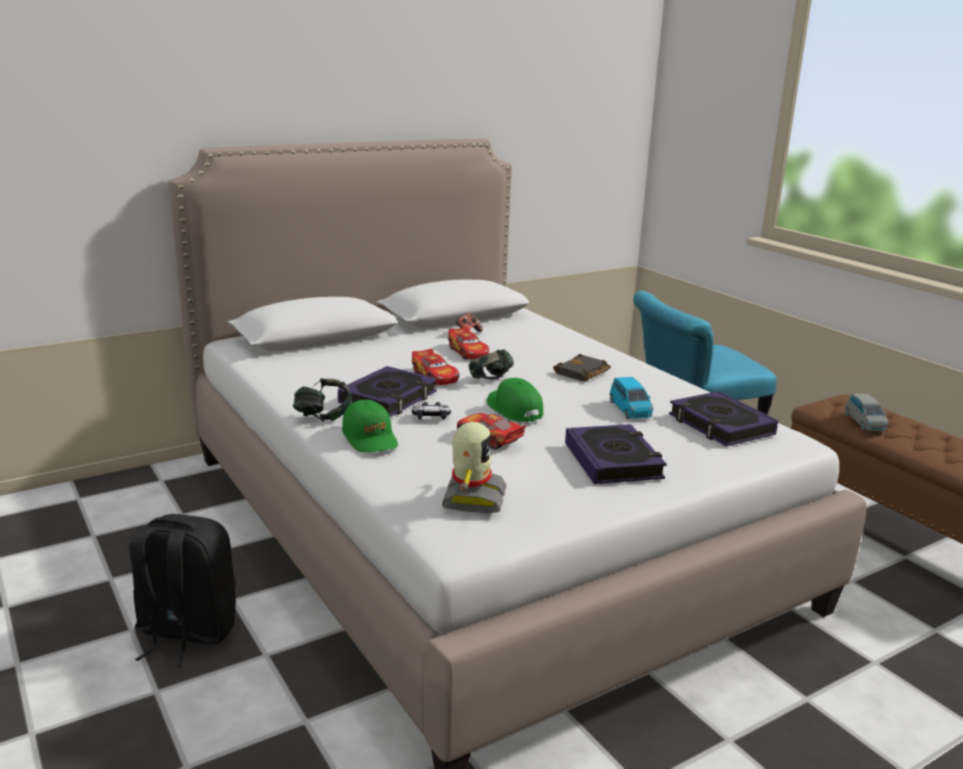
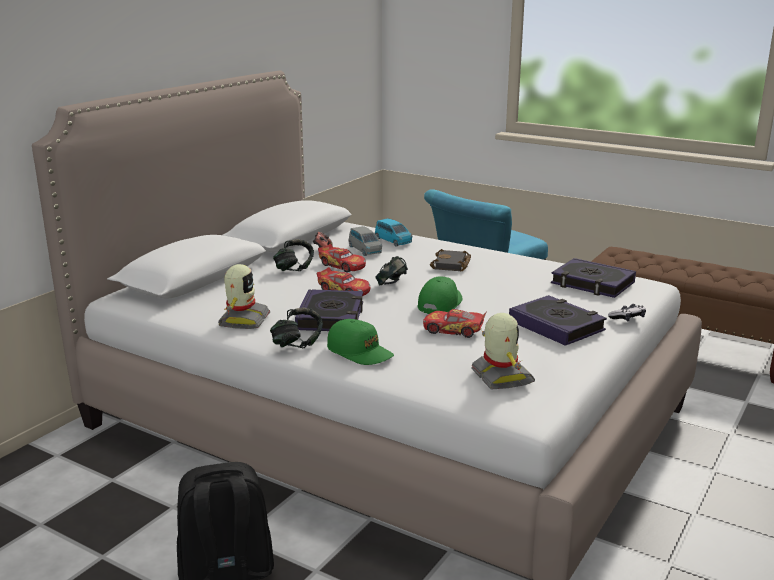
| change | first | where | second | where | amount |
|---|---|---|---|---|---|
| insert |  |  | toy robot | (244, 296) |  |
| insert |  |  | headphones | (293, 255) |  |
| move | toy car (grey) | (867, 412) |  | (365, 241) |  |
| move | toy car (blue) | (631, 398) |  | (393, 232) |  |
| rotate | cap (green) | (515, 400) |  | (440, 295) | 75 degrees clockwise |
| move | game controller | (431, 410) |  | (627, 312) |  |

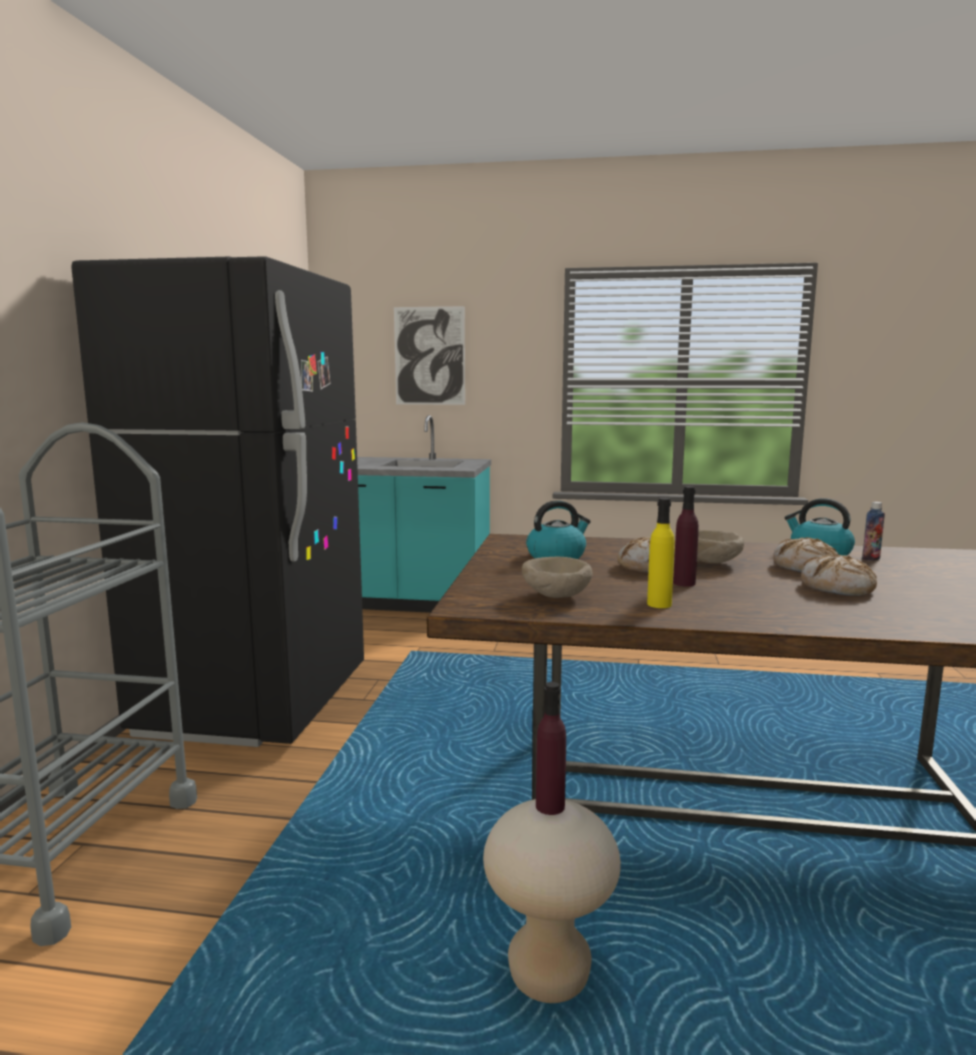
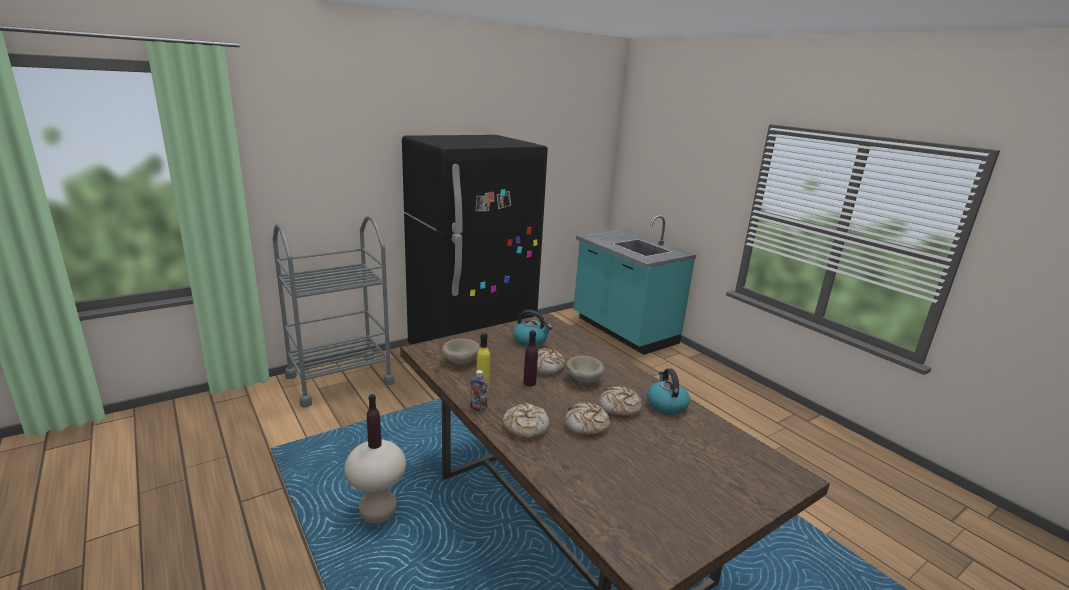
| change | first | where | second | where | amount |
|---|---|---|---|---|---|
| move | bottle | (873, 531) |  | (479, 390) |  |
| insert |  |  | bread | (526, 420) |  |
| delete | picture | (429, 355) |  |  |  |

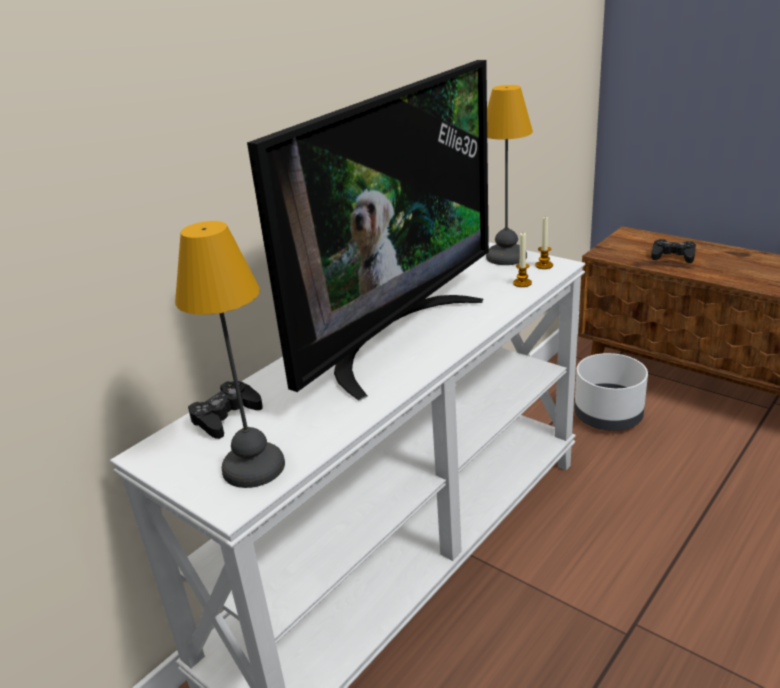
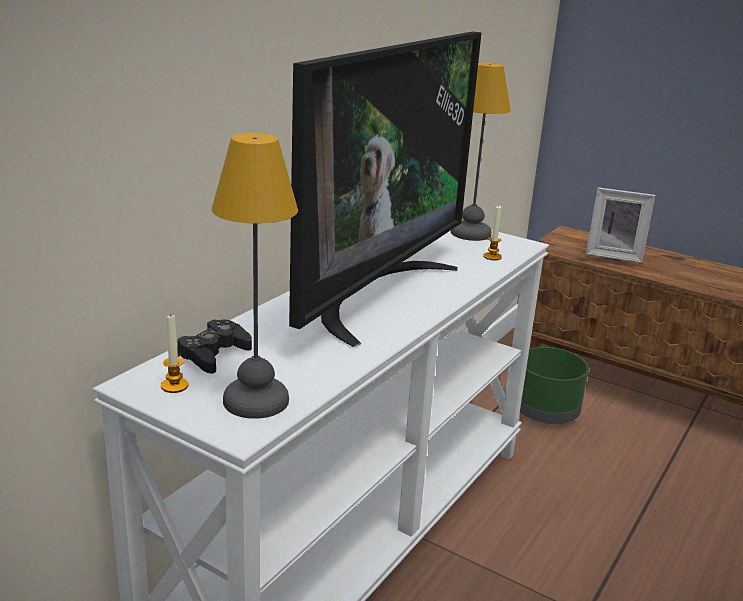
| change | first | where | second | where | amount |
|---|---|---|---|---|---|
| move | candle | (544, 242) |  | (175, 354) |  |
| recolor | planter (white) | (611, 392) | planter (green) | (554, 385) |  |
| replace | game controller (black) | (673, 251) | picture frame | (620, 225) |  |

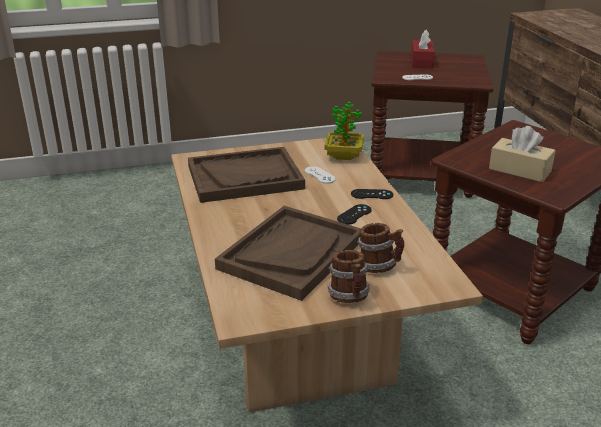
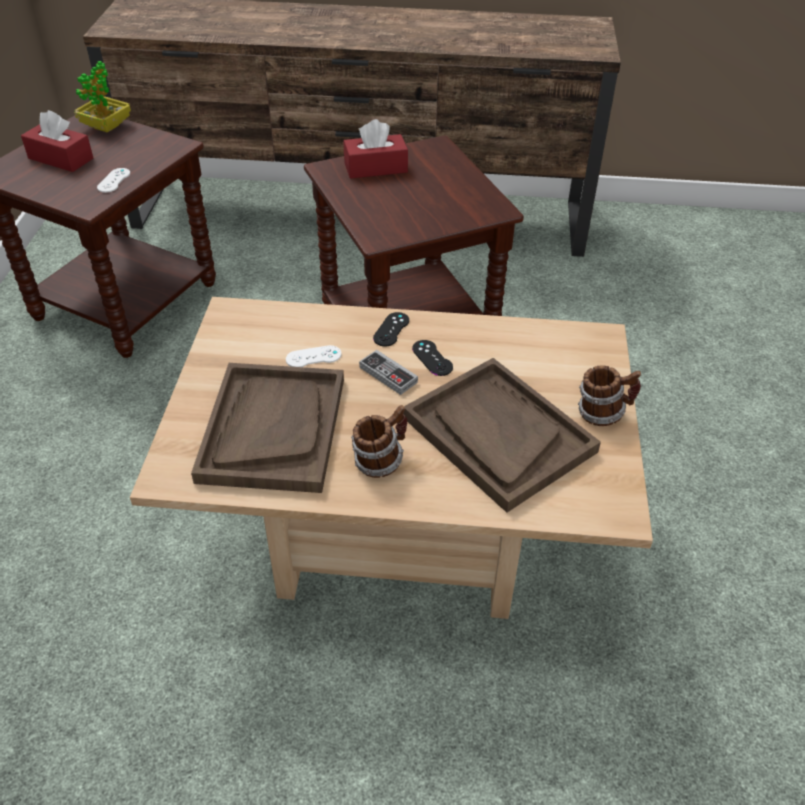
| change | first | where | second | where | amount |
|---|---|---|---|---|---|
| move | potted plant | (344, 131) |  | (102, 97) |  |
| insert |  |  | tissue box (red) | (376, 149) |  |
| move | mug | (380, 248) |  | (379, 441) |  |
| insert |  |  | game controller | (388, 372) |  |
| delete | tissue box (beige) | (522, 154) |  |  |  |

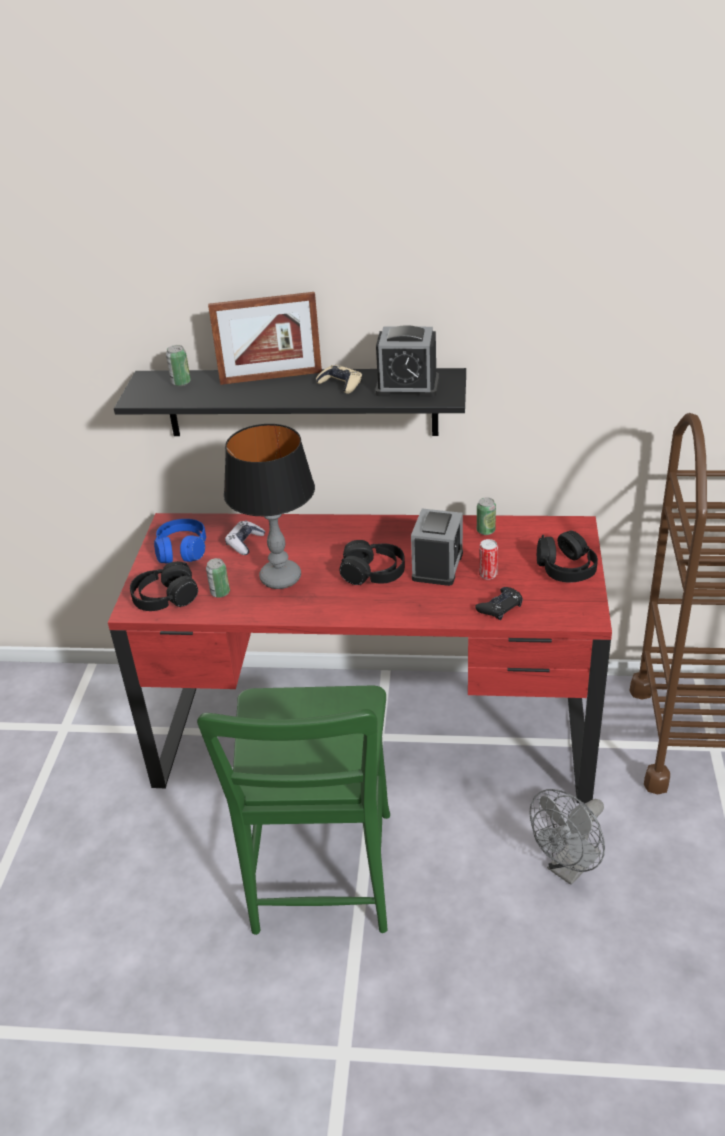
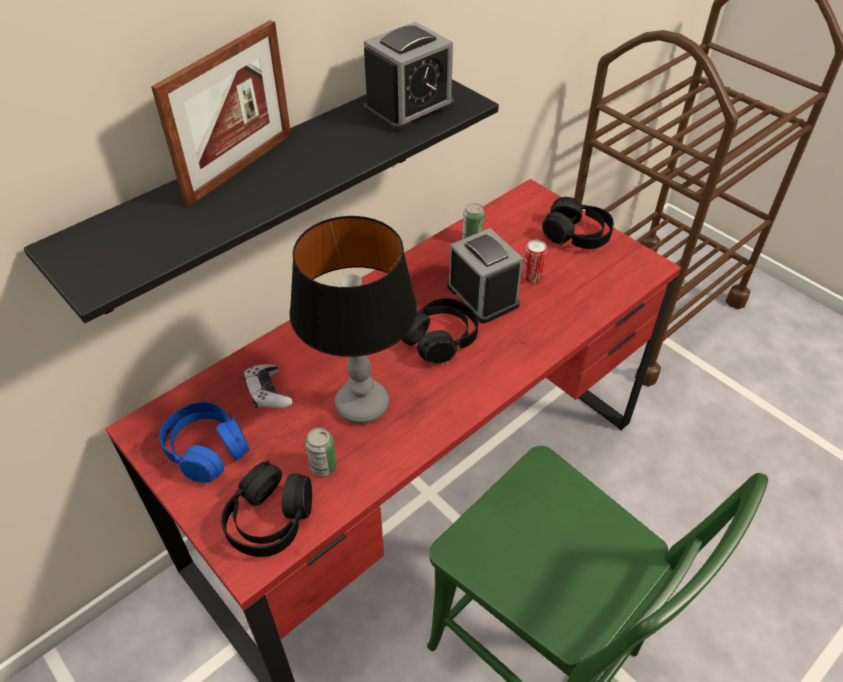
| change | first | where | second | where | amount |
|---|---|---|---|---|---|
| delete | can | (178, 365) |  |  |  |
| delete | game controller (beige) | (339, 379) |  |  |  |
| delete | game controller (black) | (499, 603) |  |  |  |
| delete | fan (grey) | (567, 837) |  |  |  |

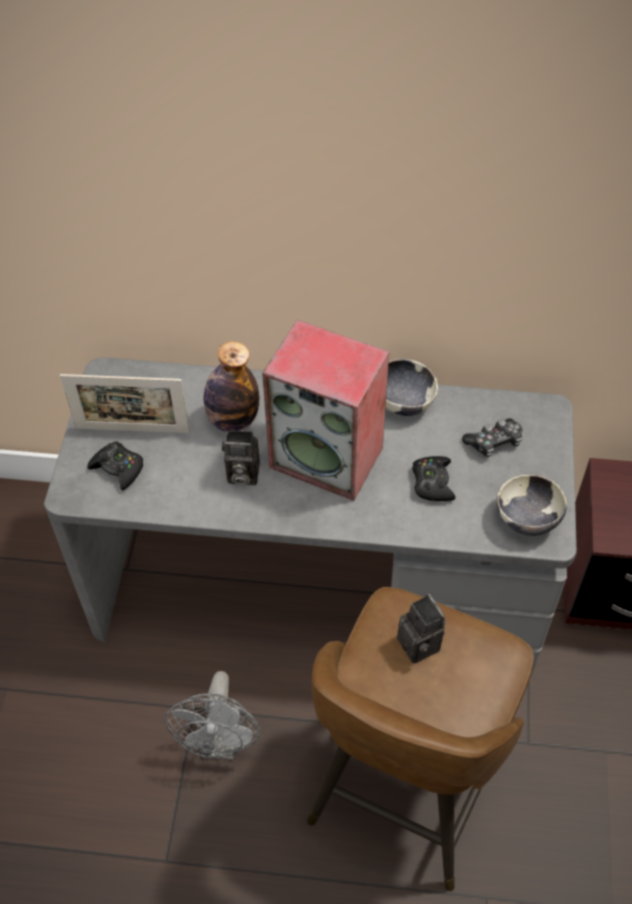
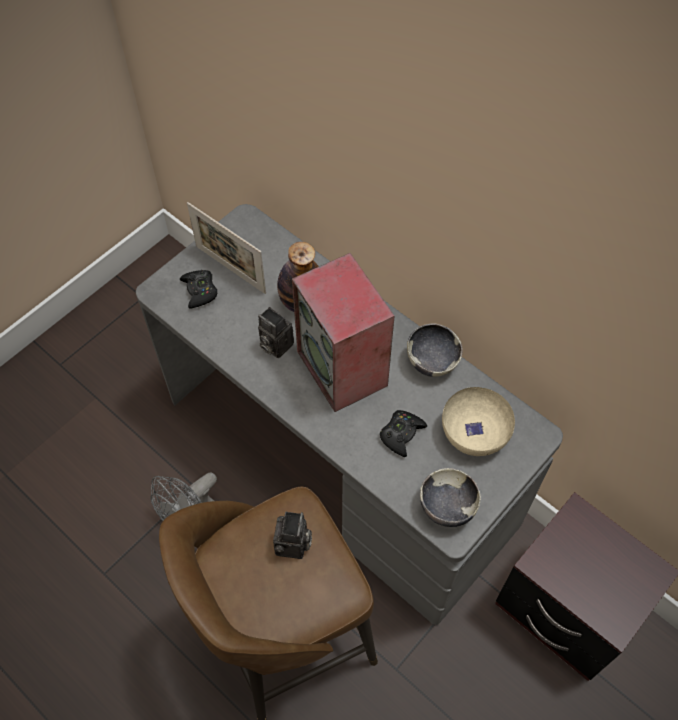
| change | first | where | second | where | amount |
|---|---|---|---|---|---|
| replace | game controller | (492, 437) | bowl (beige) | (478, 421) |  |

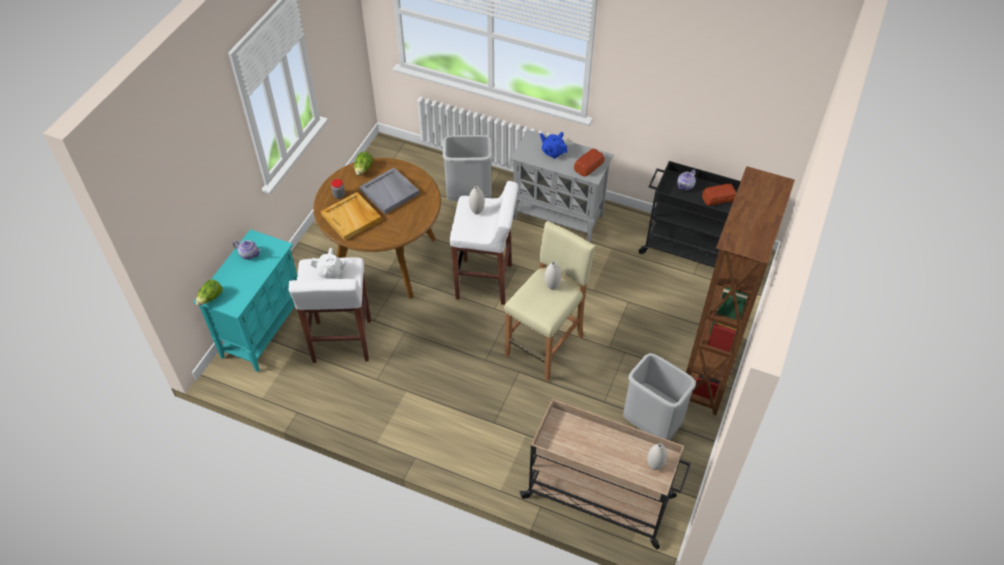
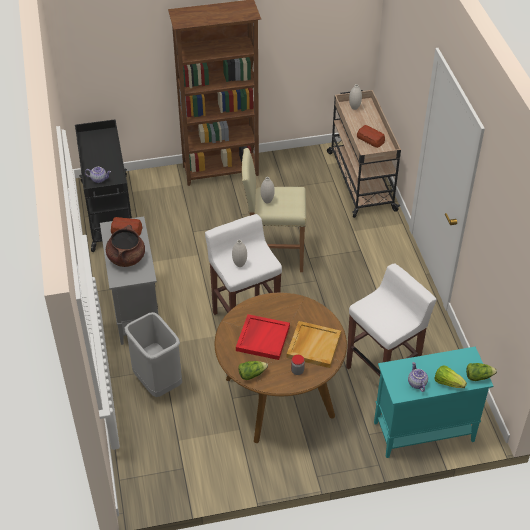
| change | first | where | second | where | amount |
|---|---|---|---|---|---|
| replace | teapot (blue) | (554, 145) | cooking pot (brown) | (125, 246) |  |
| recolor | tray (grey) | (389, 190) | tray (red) | (263, 337) |  |
| move | bread | (719, 195) |  | (371, 136) |  |
| insert |  |  | lettuce | (451, 376) |  |
| delete | teapot (white) | (329, 263) |  |  |  |
| delete | trash can (grey) | (659, 396) |  |  |  |

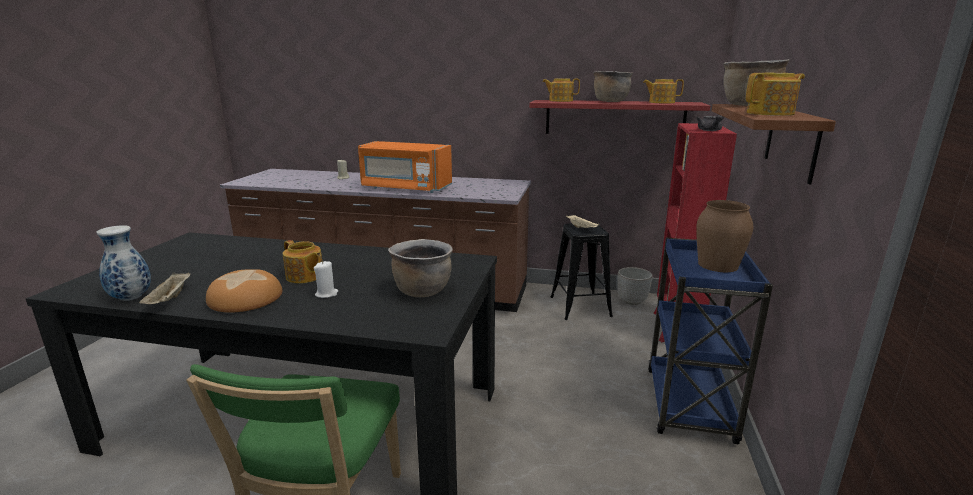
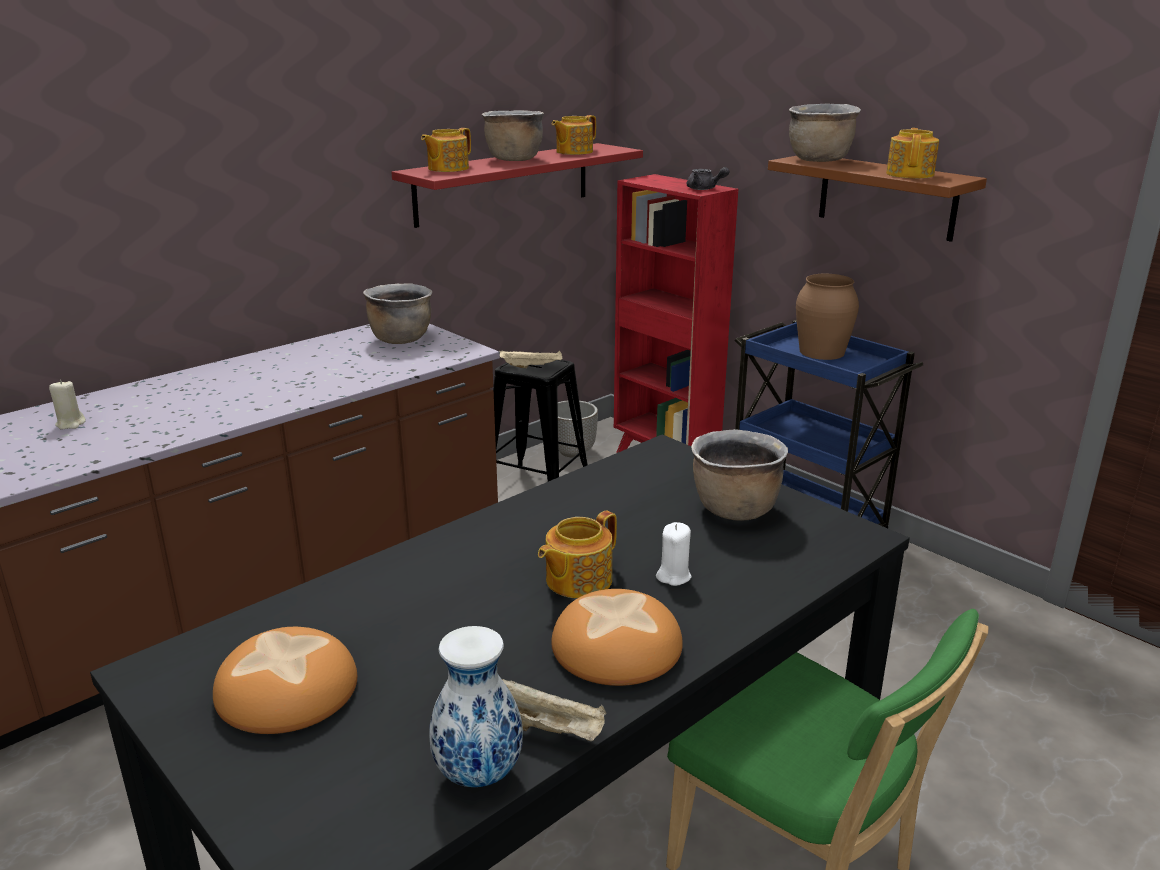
| change | first | where | second | where | amount |
|---|---|---|---|---|---|
| insert |  |  | bread | (285, 680) |  |
| insert |  |  | cooking pot (brown) | (397, 313) |  |
| rotate | teapot | (302, 261) |  | (577, 554) | 150 degrees clockwise |
| delete | microwave (orange) | (405, 167) |  |  |  |

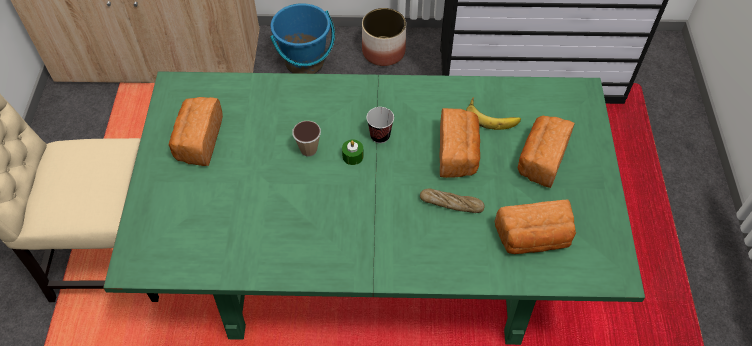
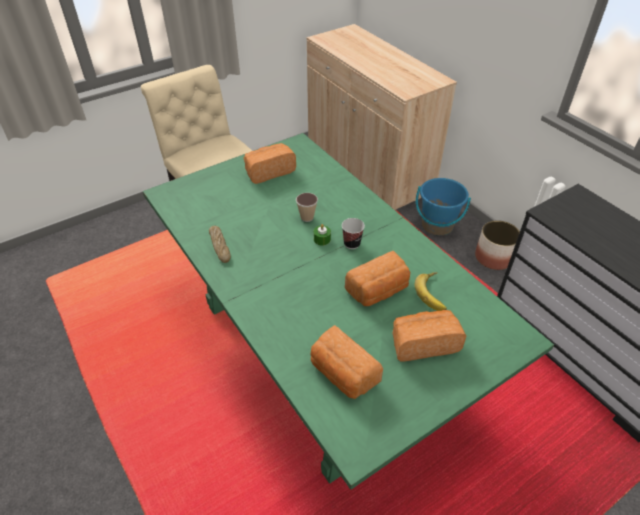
| change | first | where | second | where | amount |
|---|---|---|---|---|---|
| move | bread | (452, 201) |  | (220, 244) |  |

